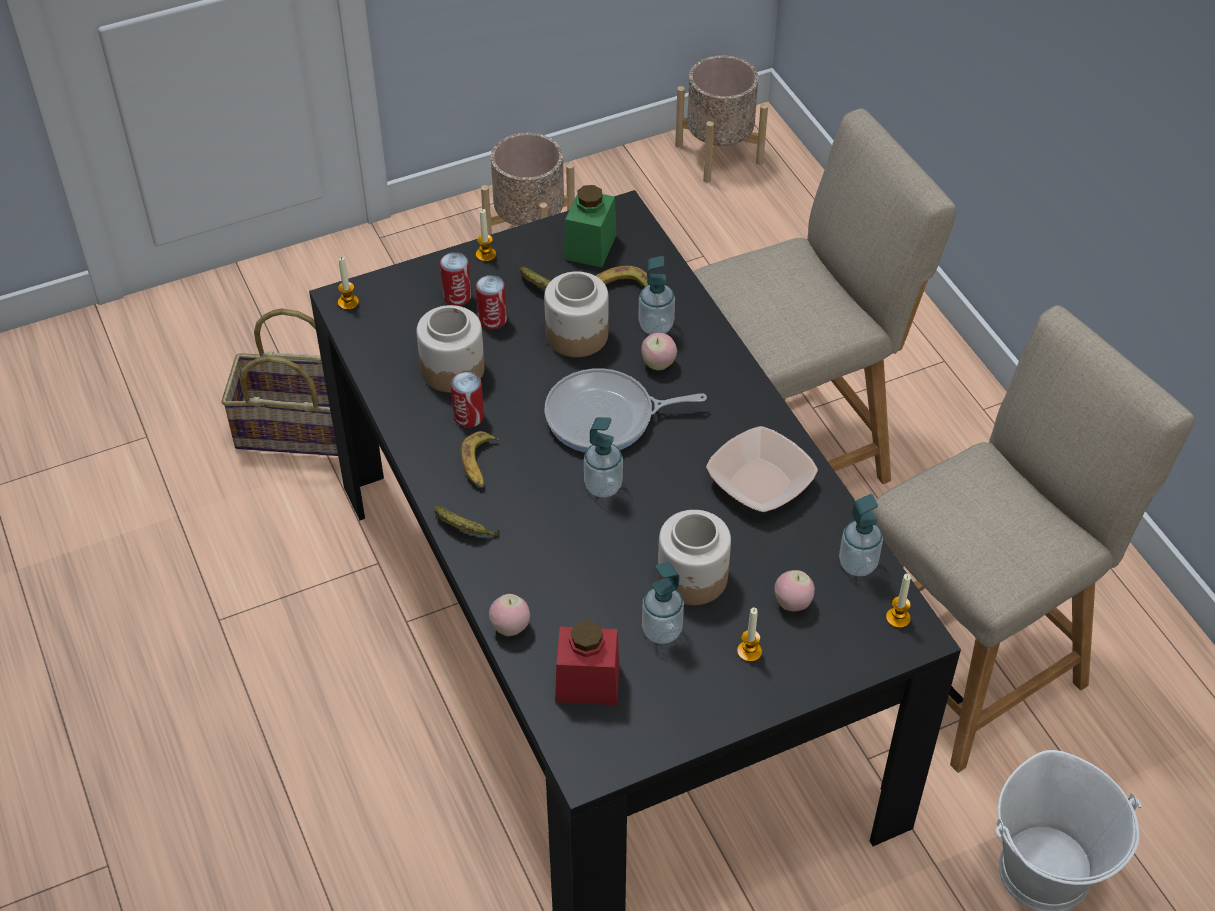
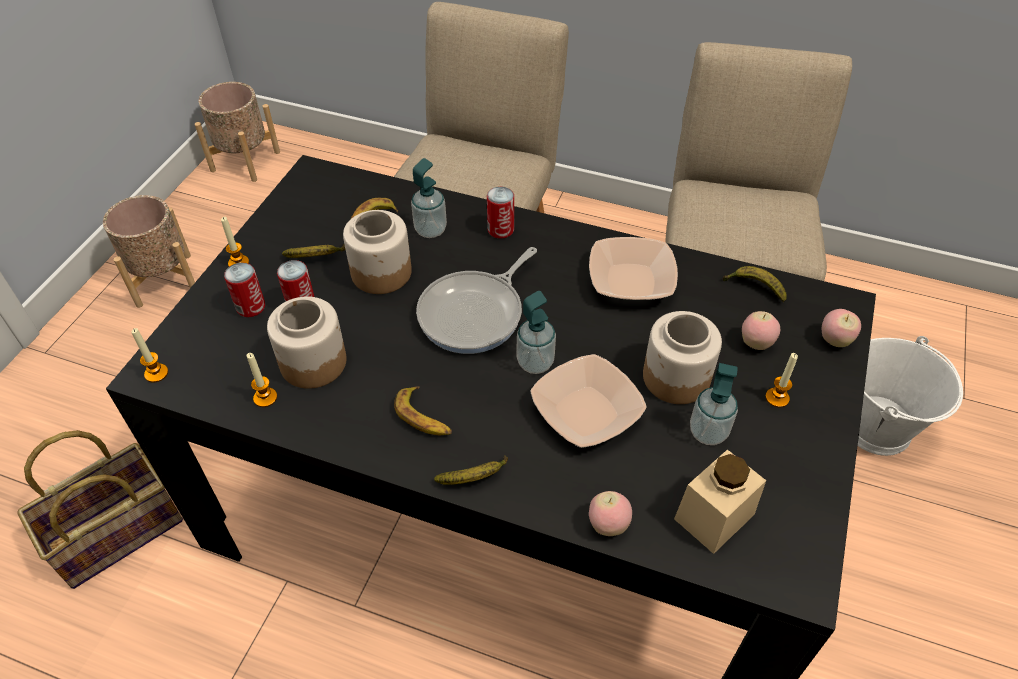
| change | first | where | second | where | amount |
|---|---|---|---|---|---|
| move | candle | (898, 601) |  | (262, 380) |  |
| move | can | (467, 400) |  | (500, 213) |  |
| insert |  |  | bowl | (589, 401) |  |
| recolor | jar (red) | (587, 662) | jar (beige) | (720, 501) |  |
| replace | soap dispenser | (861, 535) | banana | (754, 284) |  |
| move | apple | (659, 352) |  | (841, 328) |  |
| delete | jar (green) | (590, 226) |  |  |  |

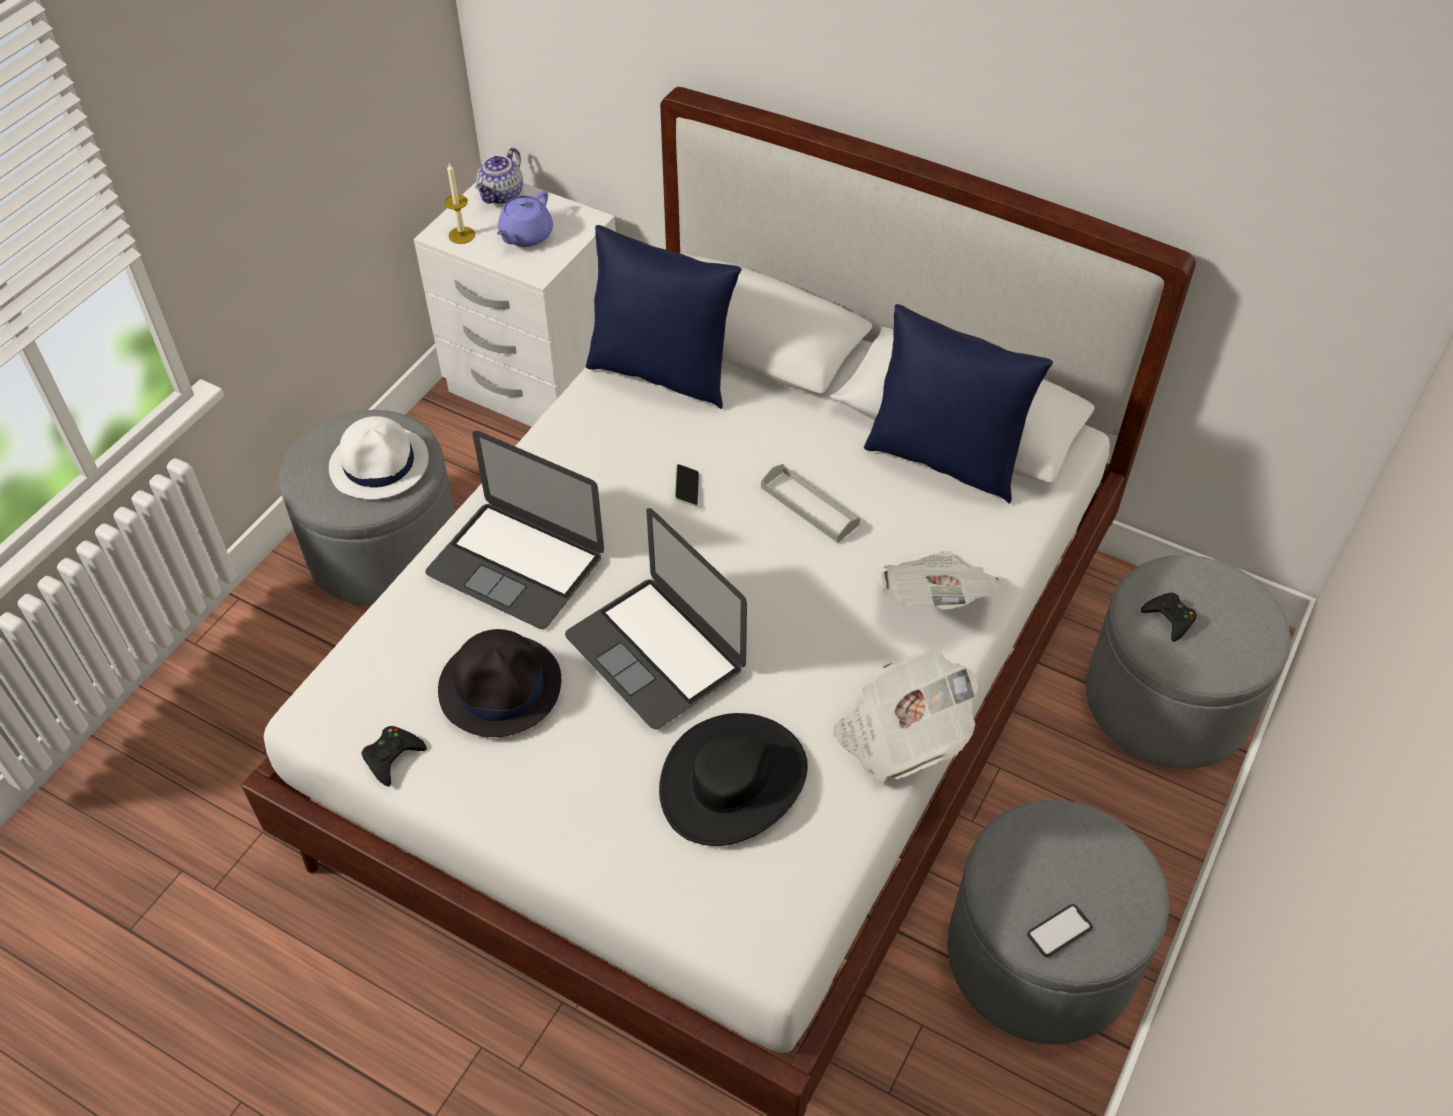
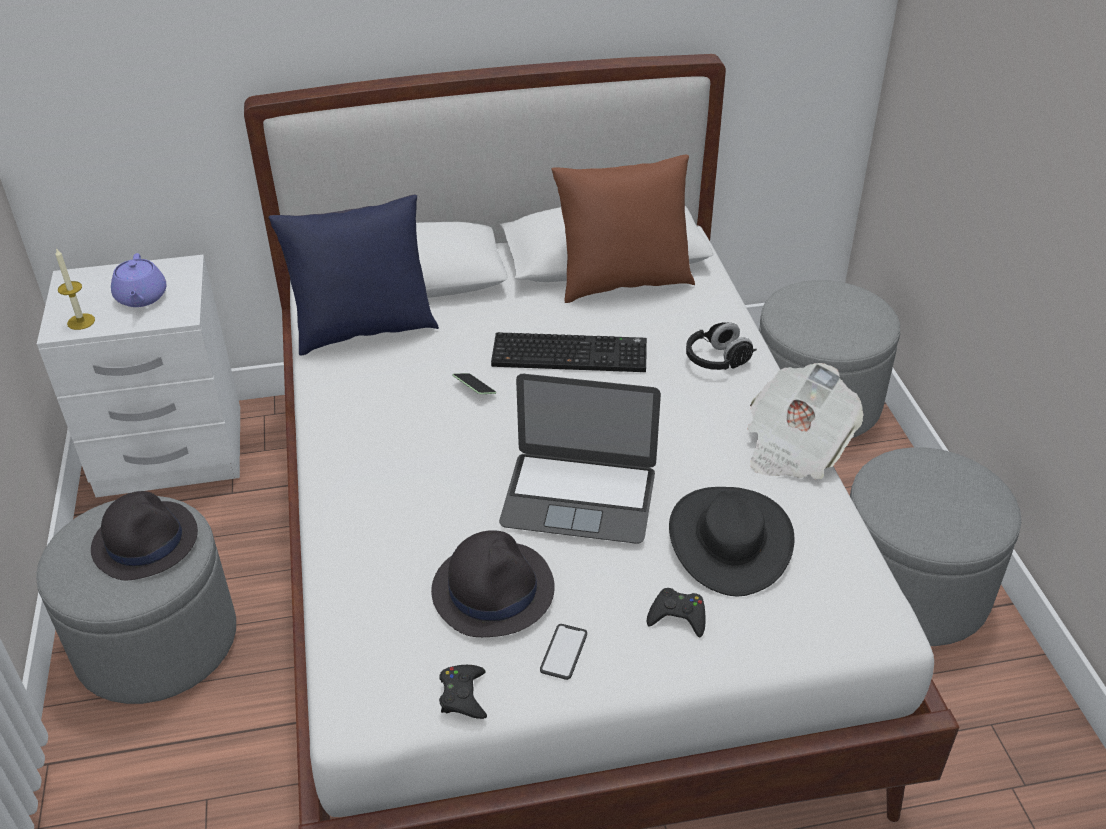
| change | first | where | second | where | amount |
|---|---|---|---|---|---|
| recolor | hat (white) | (379, 457) | hat (black) | (144, 536) |  |
| replace | tray (grey) | (810, 503) | keyboard | (569, 352) |  |
| move | phone | (1059, 930) |  | (563, 652) |  |
| recolor | pillow (blue) | (958, 404) | pillow (brown) | (623, 229) |  |
| move | game controller (black) | (1169, 617) |  | (676, 612) |  |
| replace | newspaper | (940, 580) | headphones (black) | (721, 346) |  |
| delete | laptop | (515, 529) |  |  |  |
| delete | teapot | (499, 176) |  |  |  |

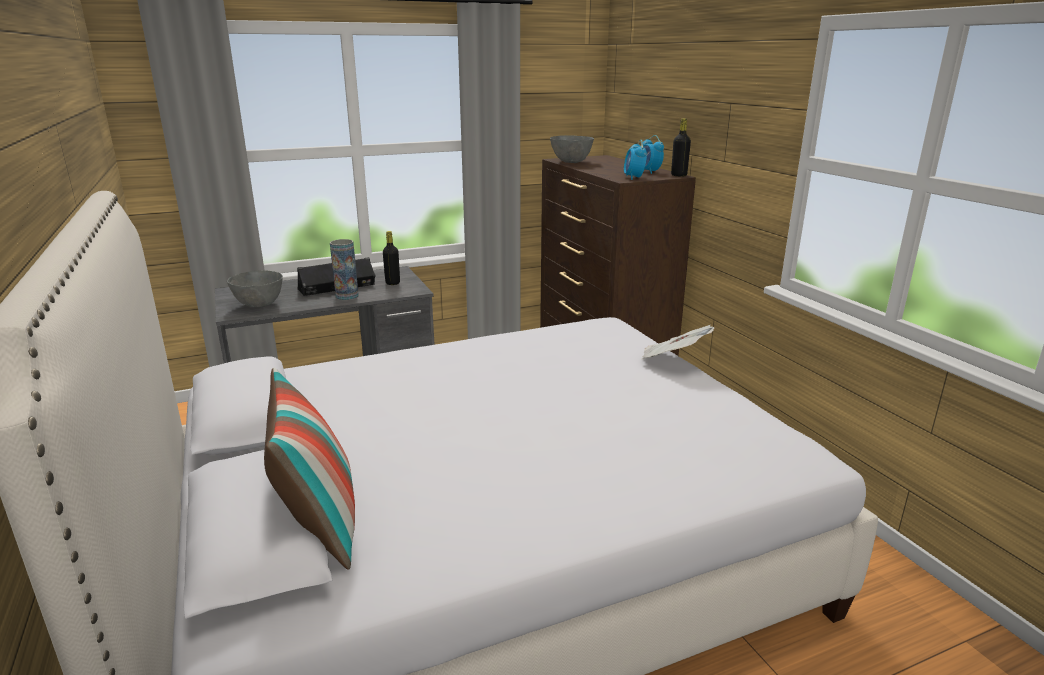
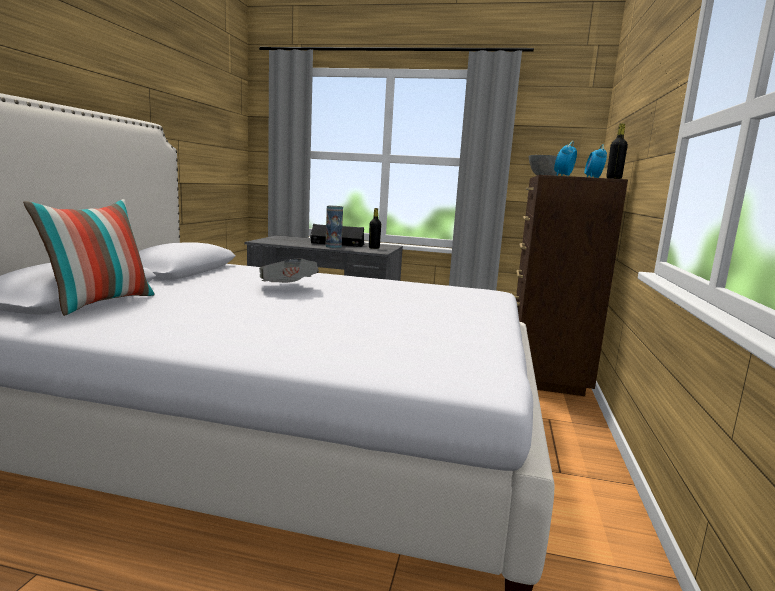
| change | first | where | second | where | amount |
|---|---|---|---|---|---|
| move | newspaper | (678, 342) |  | (289, 270) |  |
| delete | bowl (grey) | (255, 289) |  |  |  |

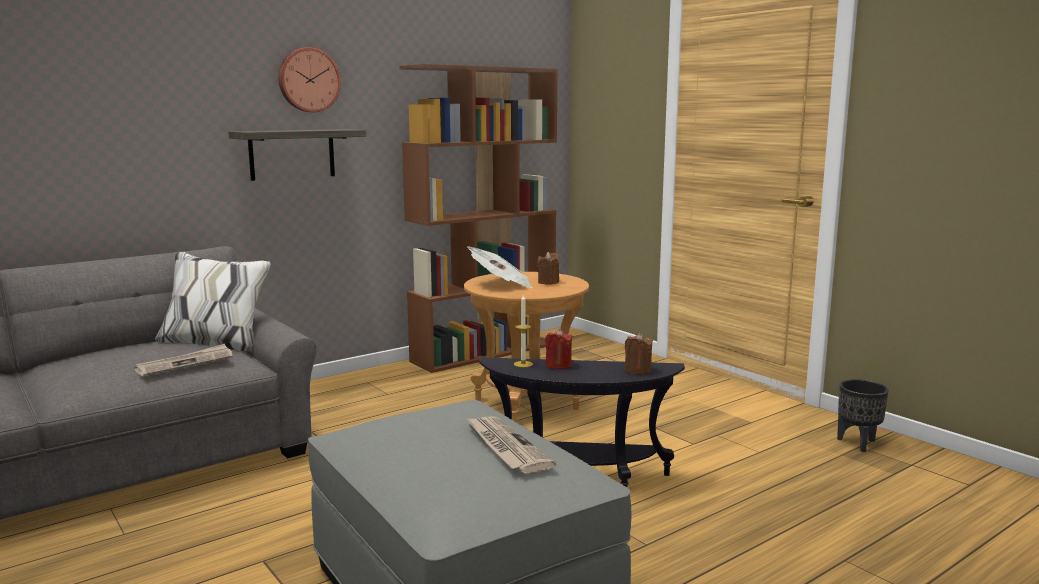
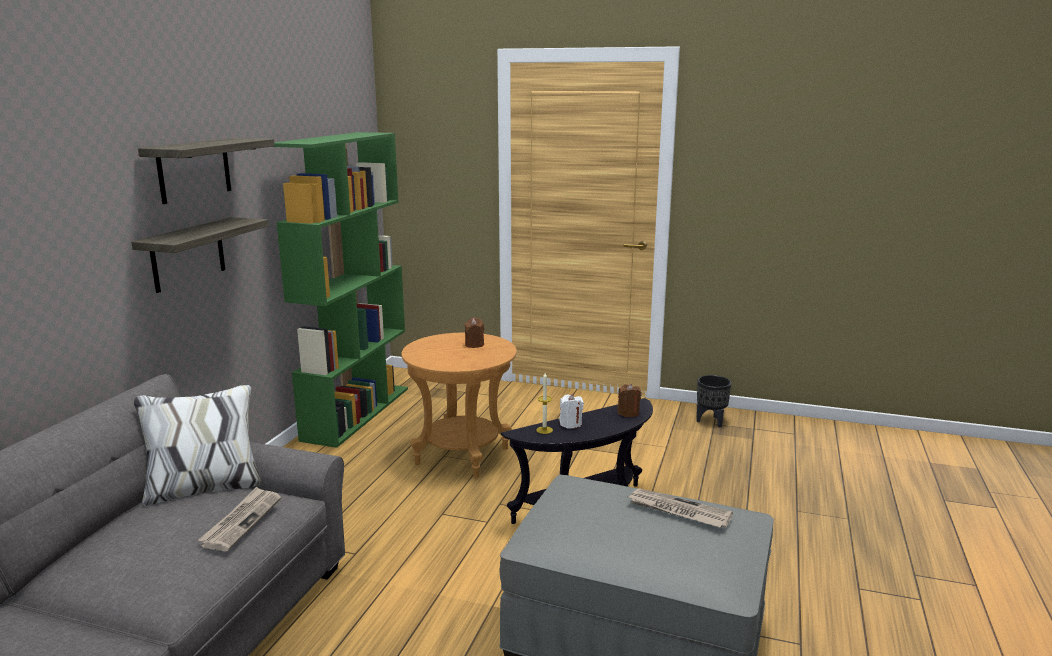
| change | first | where | second | where | amount |
|---|---|---|---|---|---|
| replace | wall clock | (309, 79) | shelf | (206, 171) |  |
| recolor | bookcase (brown) | (478, 218) | bookcase (green) | (340, 290) |  |
| recolor | candle (red) | (559, 349) | candle (white) | (571, 411) |  |
| delete | newspaper | (499, 267) |  |  |  |

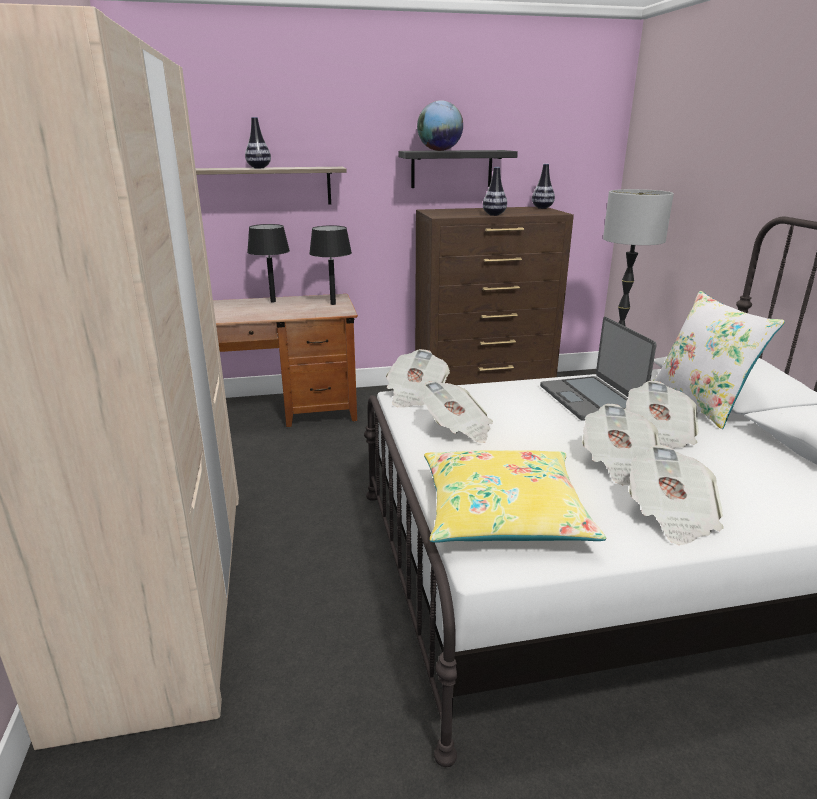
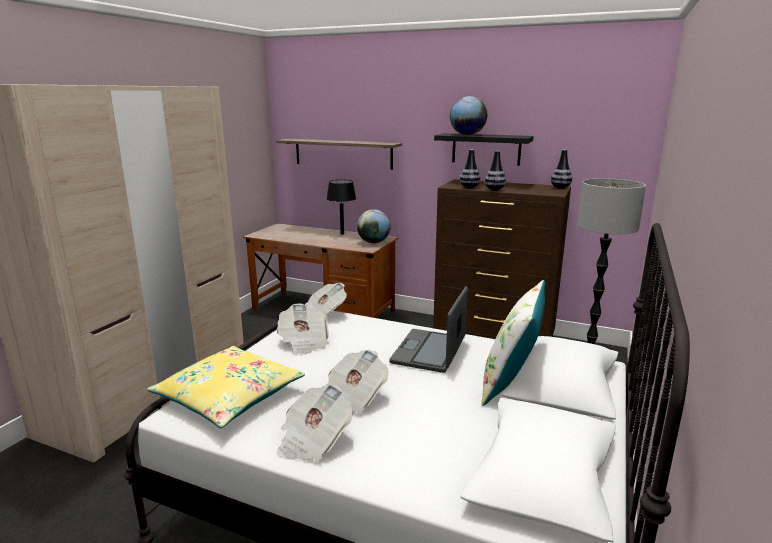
| change | first | where | second | where | amount |
|---|---|---|---|---|---|
| replace | table lamp (black) | (330, 265) | globe | (374, 226) |  |
| move | vase | (258, 142) |  | (470, 169) |  |
| delete | newspaper | (662, 415) |  |  |  |

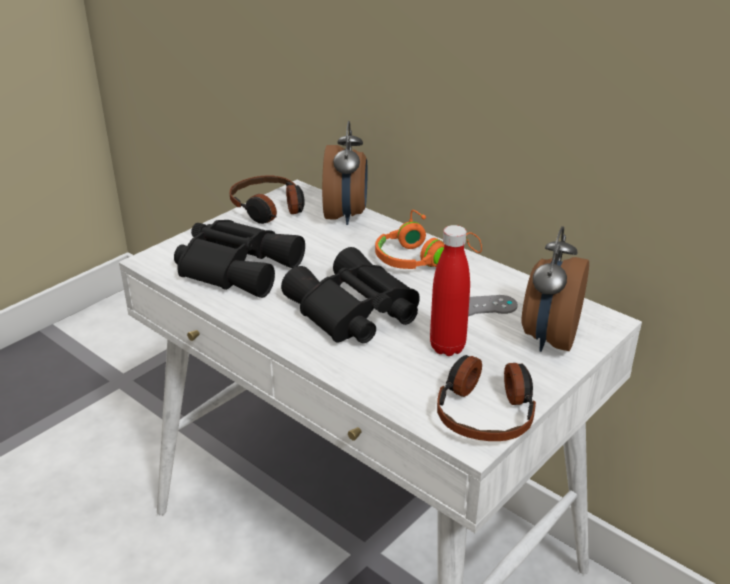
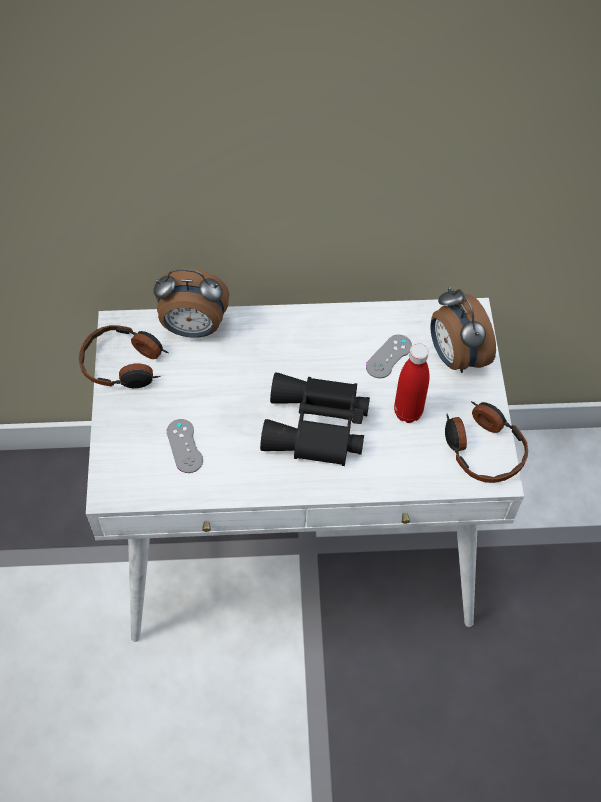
| change | first | where | second | where | amount |
|---|---|---|---|---|---|
| rotate | alarm clock | (344, 173) |  | (191, 303) | 135 degrees clockwise |
| replace | binoculars (black) | (239, 259) | game controller (grey) | (185, 446) |  |
| delete | headphones (orange) | (428, 239) |  |  |  |

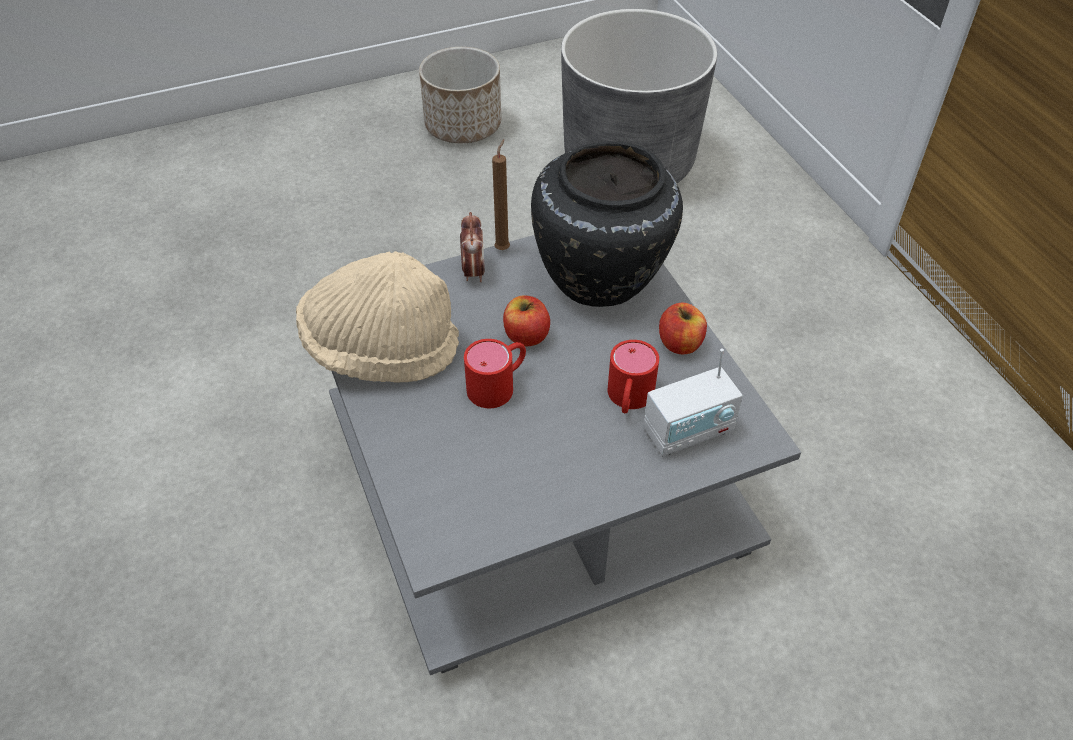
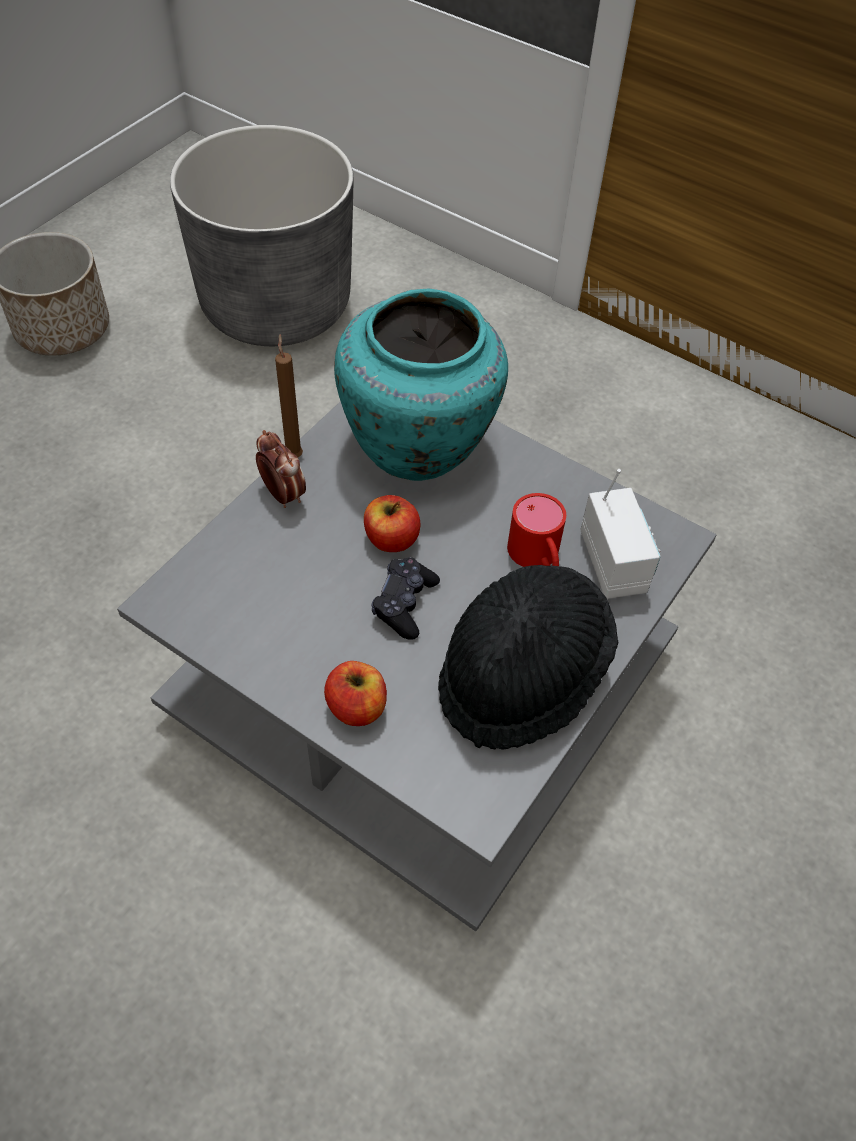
| change | first | where | second | where | amount |
|---|---|---|---|---|---|
| move | apple | (683, 328) |  | (355, 693) |  |
| recolor | vase (black) | (607, 224) | vase (turquoise) | (421, 385) |  |
| replace | mug (red) | (495, 373) | game controller (black) | (405, 598) |  |
| insert |  |  | hat (black) | (528, 657) |  |
| rotate | radio | (693, 402) |  | (621, 534) | 45 degrees counterclockwise |
| delete | hat (beige) | (377, 316) |  |  |  |

